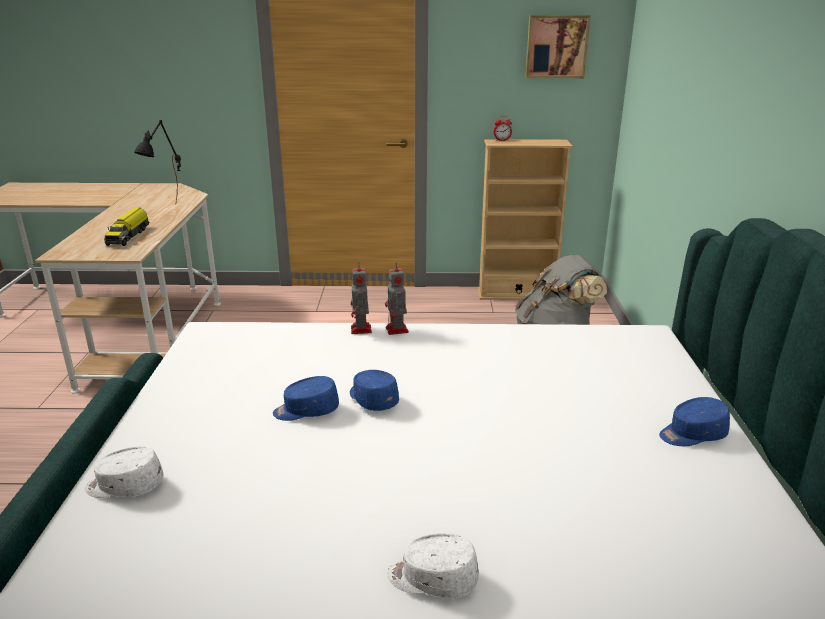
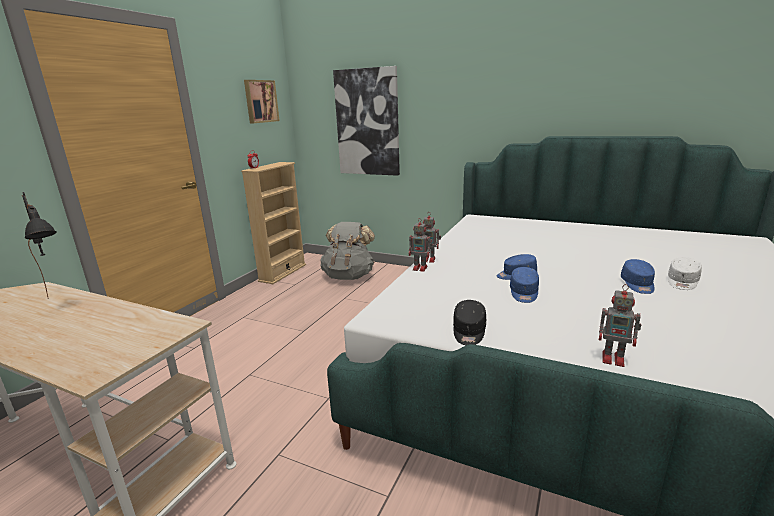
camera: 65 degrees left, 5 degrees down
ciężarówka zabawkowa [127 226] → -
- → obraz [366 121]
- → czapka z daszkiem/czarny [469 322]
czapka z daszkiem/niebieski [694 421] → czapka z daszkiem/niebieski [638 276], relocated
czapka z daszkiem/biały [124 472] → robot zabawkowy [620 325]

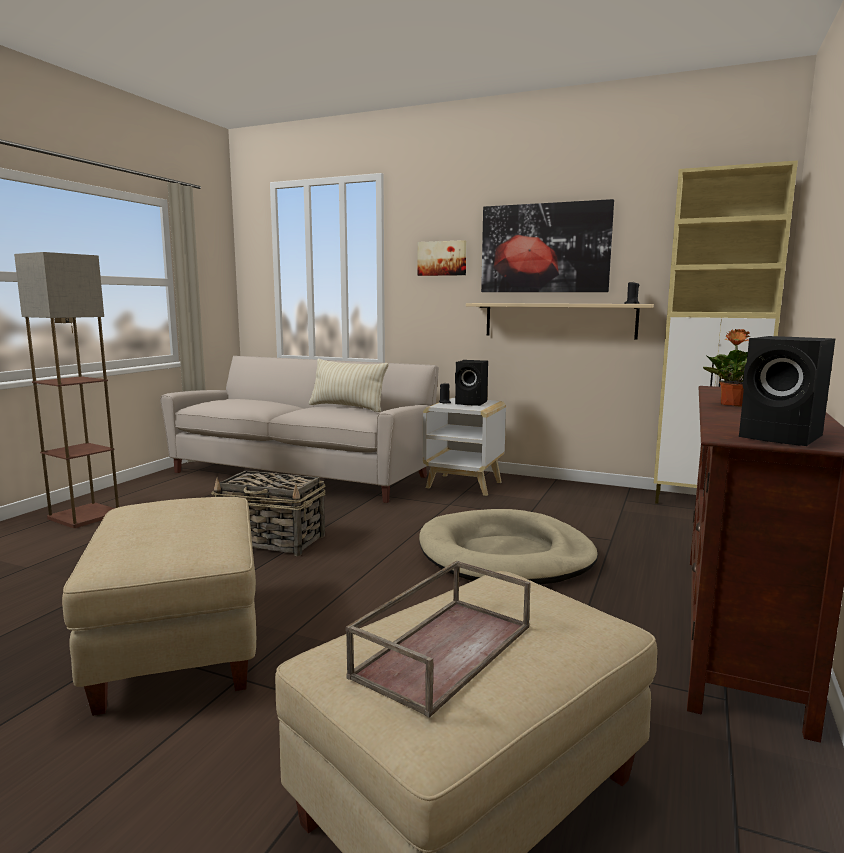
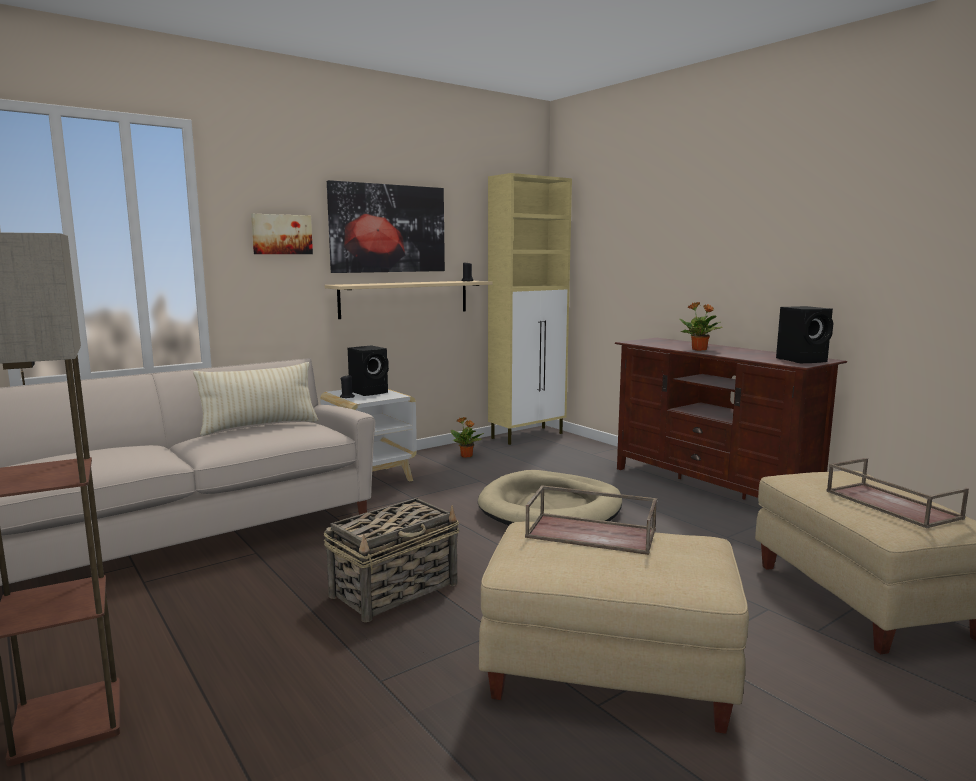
camera: 60 degrees left, 0 degrees up
- → roślina doniczkowa [467 437]
- → taca/brązowy [591 520]

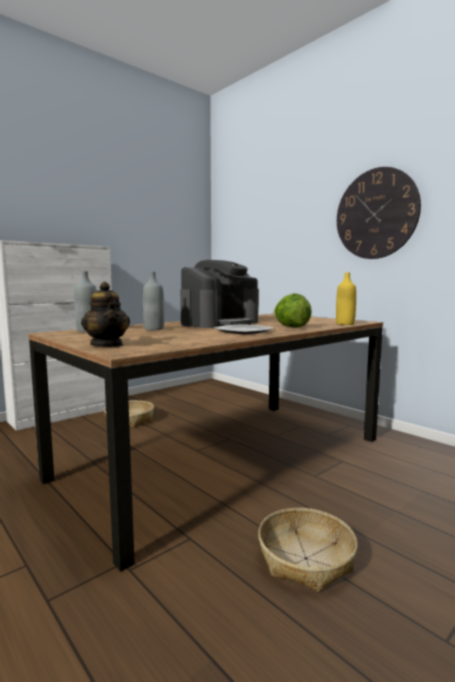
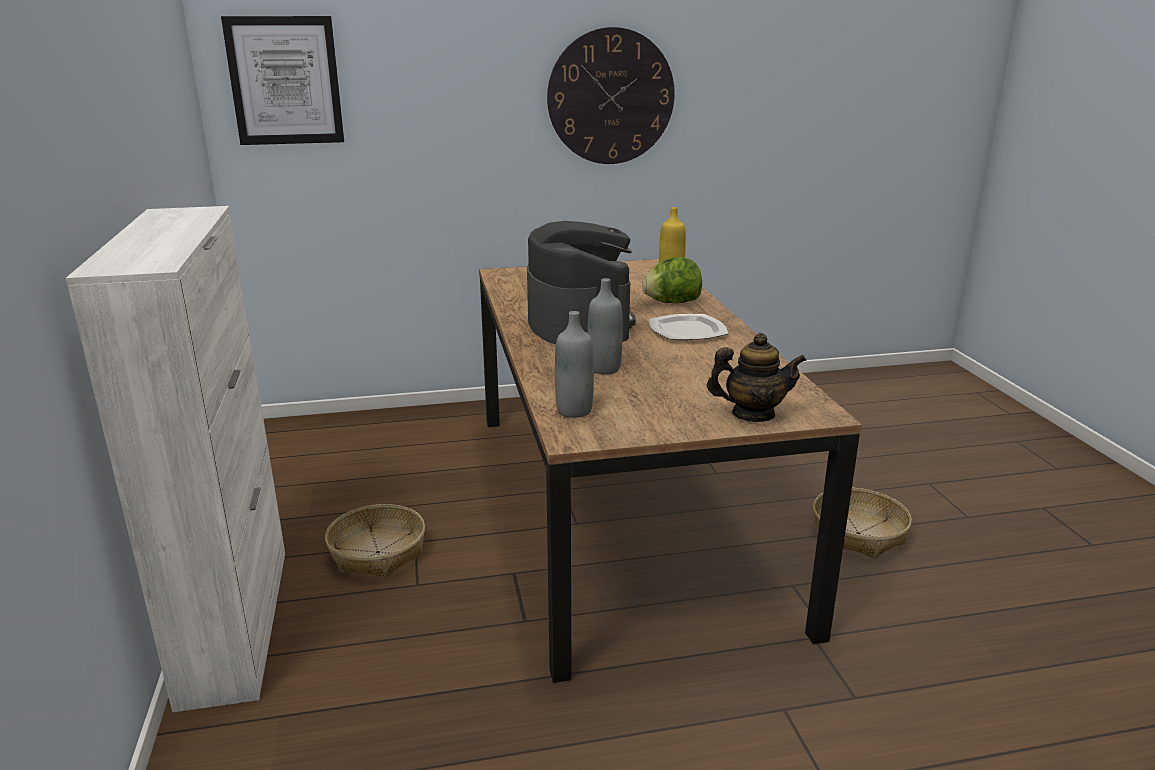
camera: 60 degrees left, 15 degrees up
- → obraz [282 80]

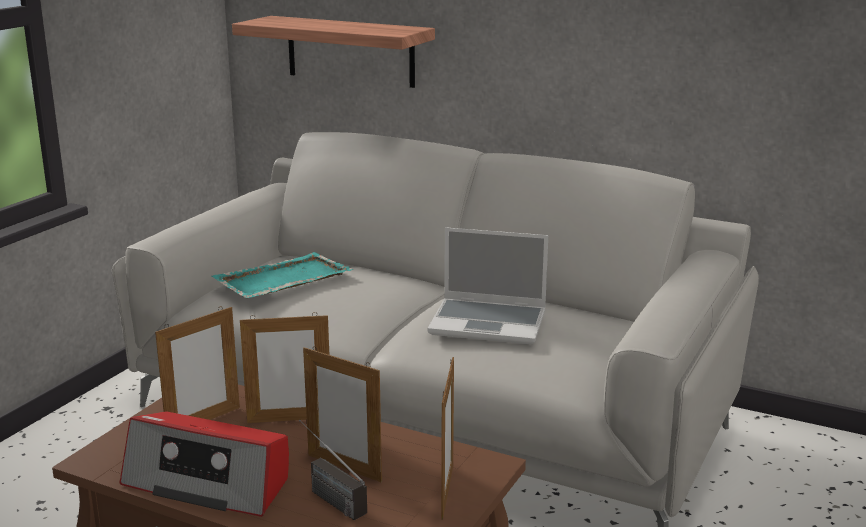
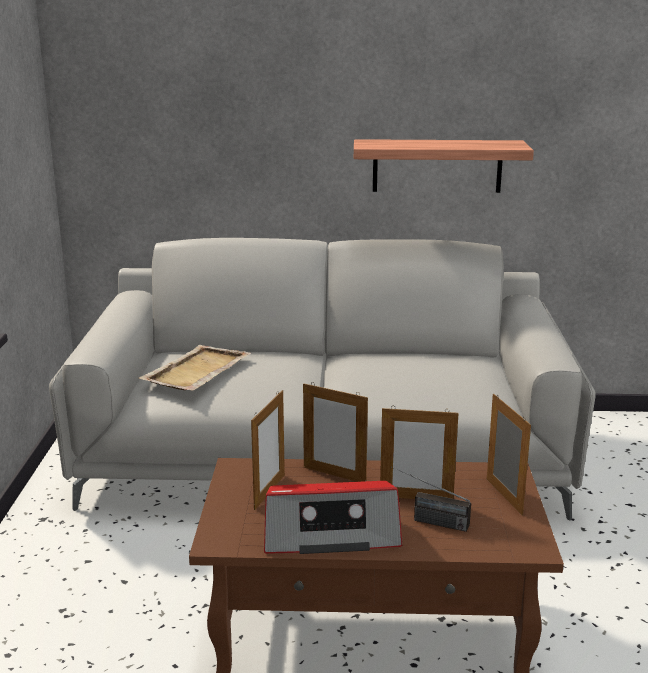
camera: 25 degrees left, 0 degrees up
laptop [488 285] → -
półka [333 52] → półka [444 166], relocated
taca/turkusowy [282 275] → taca/beżowy [194 368]
ramka na zdjęcie [284 367] → ramka na zdjęcie [335 432], 60 degrees clockwise

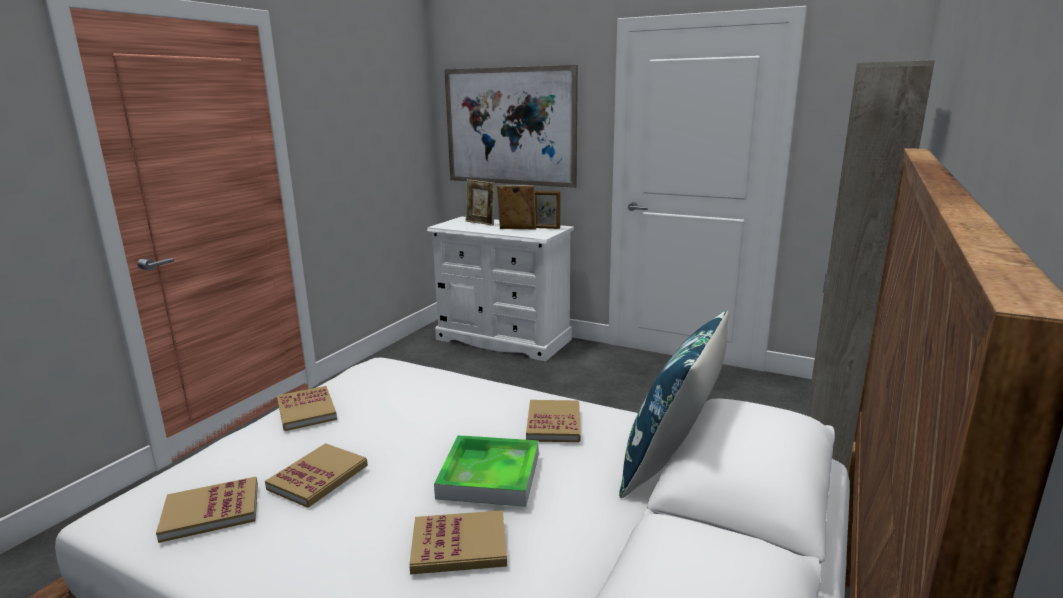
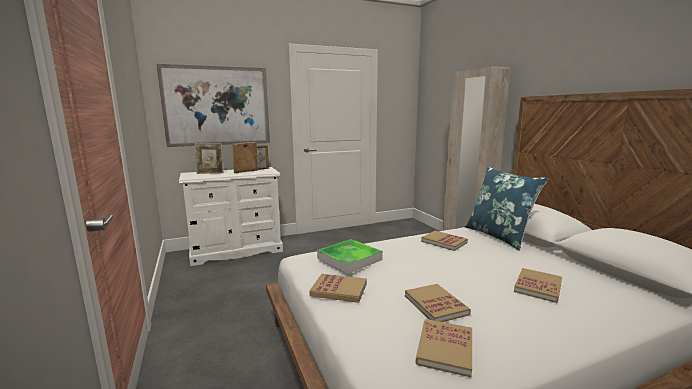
camera: 50 degrees left, 5 degrees down
taca [486 471] → taca [350 256], relocated

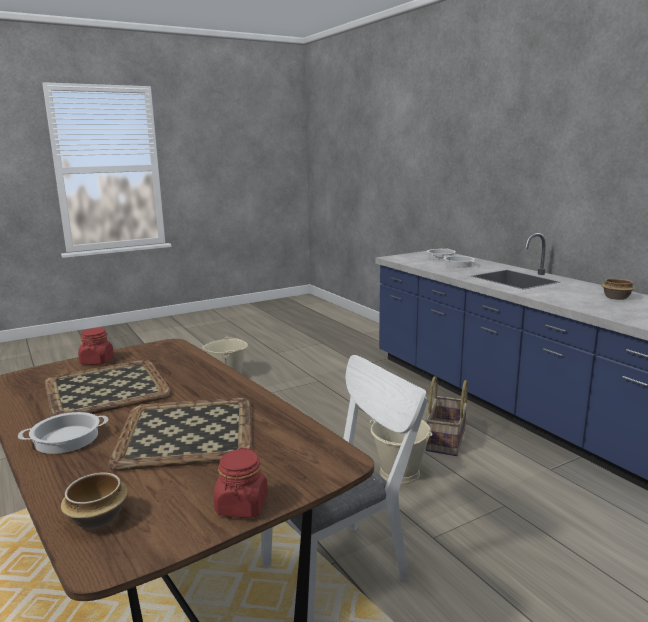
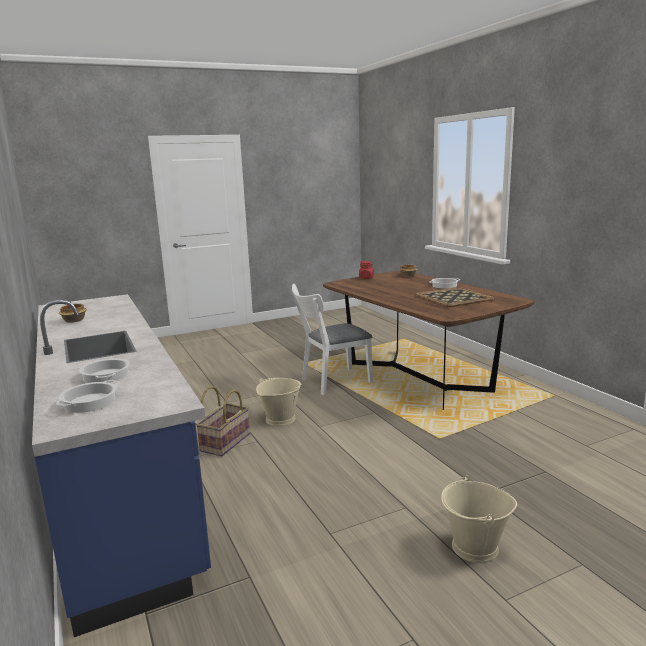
camera: 175 degrees left, 0 degrees up
słoik/czerwony [96 346] → -
taca [180 434] → -

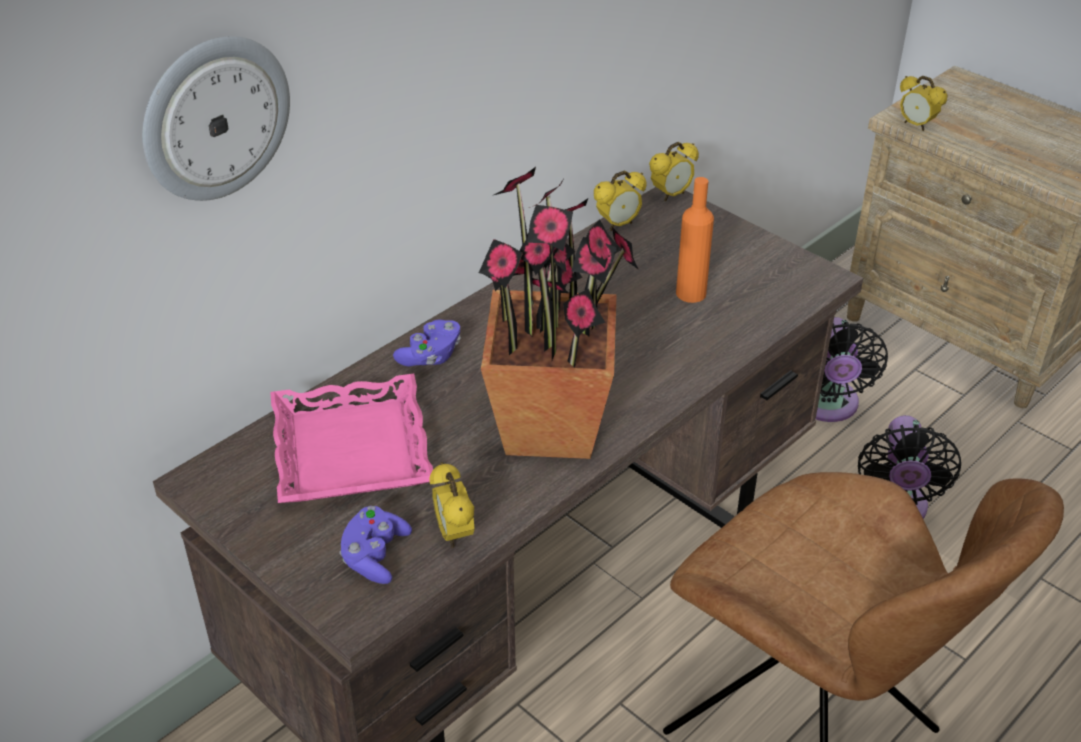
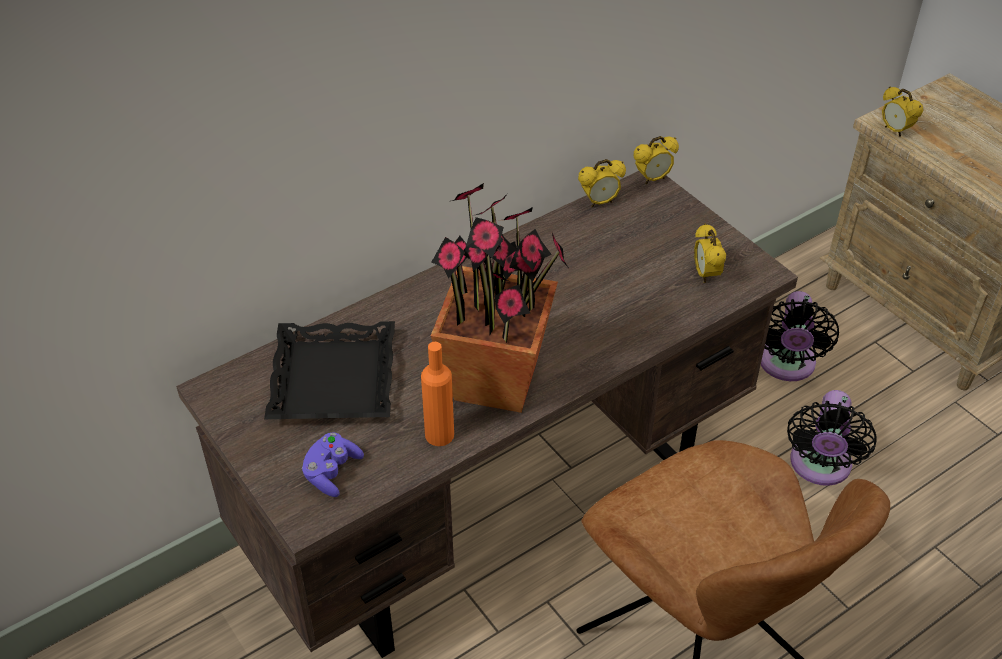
camera: 10 degrees right, 5 degrees up
zegar ścienny [216 118] → -
pad do gier/fioletowy [427 343] → -
budzik [452 505] → budzik [710 253], relocated
butelka/pomarańczowy [695 240] → butelka/pomarańczowy [437 394], relocated
taca/różowy [351 438] → taca/czarny [329 370]

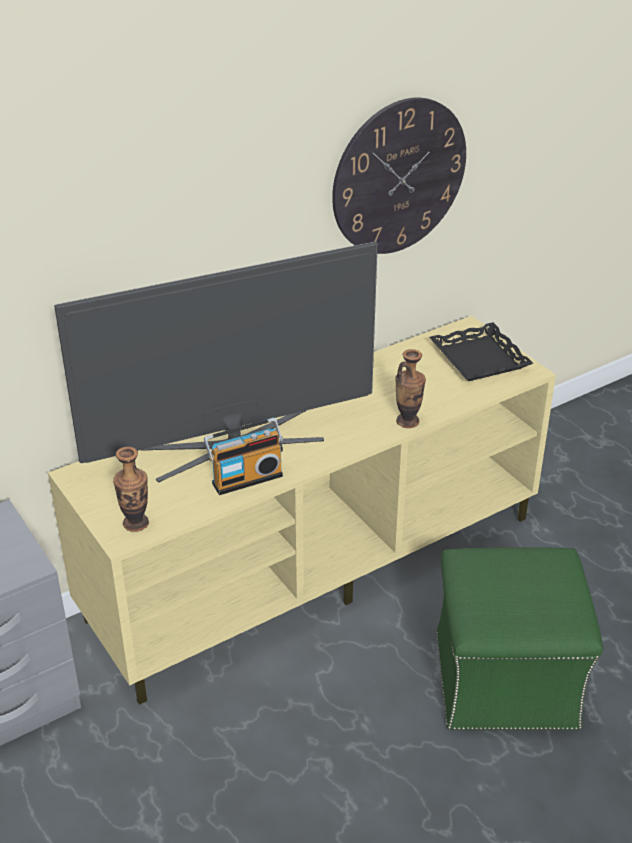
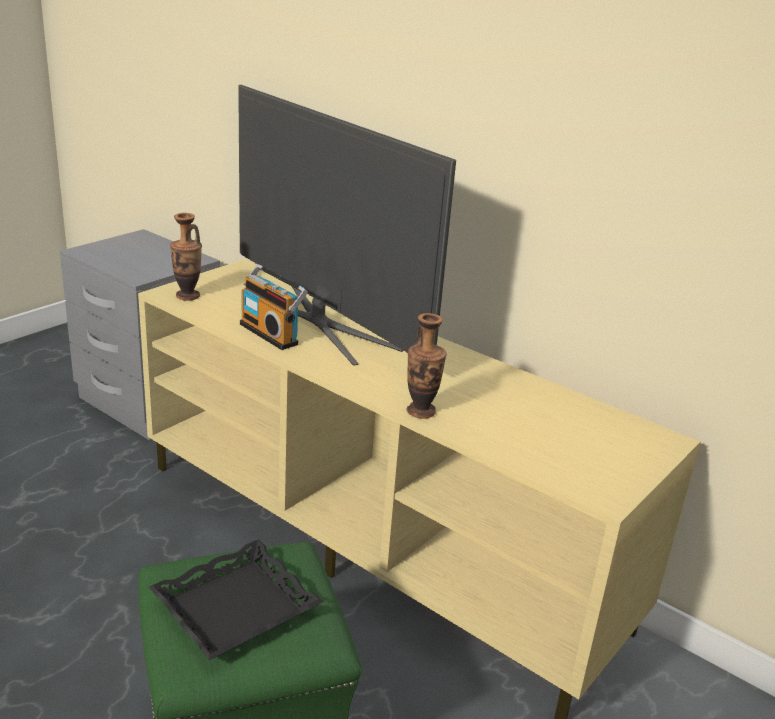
camera: 70 degrees right, 10 degrees down
zegar ścienny [399 175] → -
taca/czarny [481 351] → taca/czarny [236 599], relocated

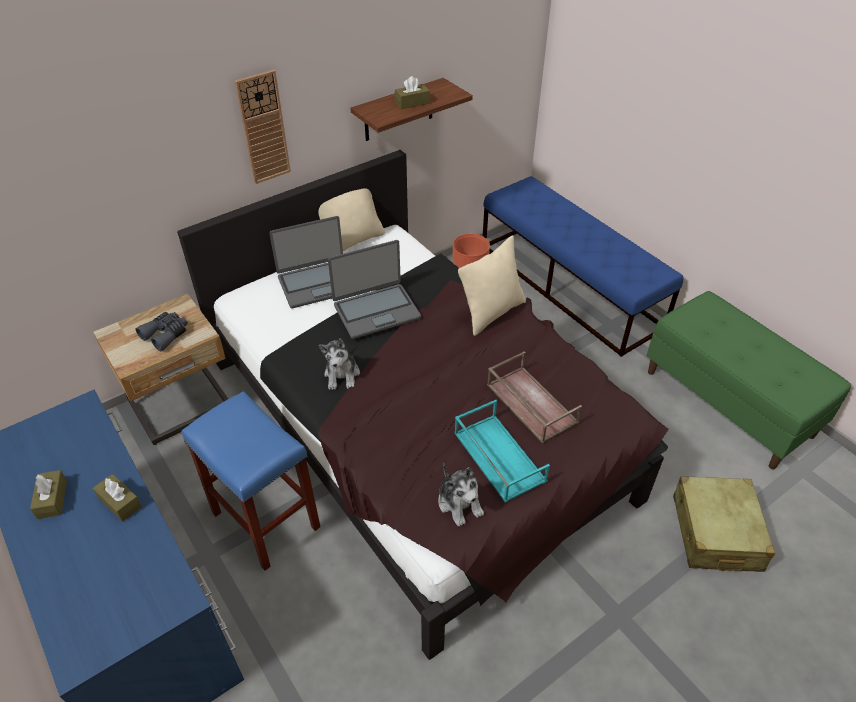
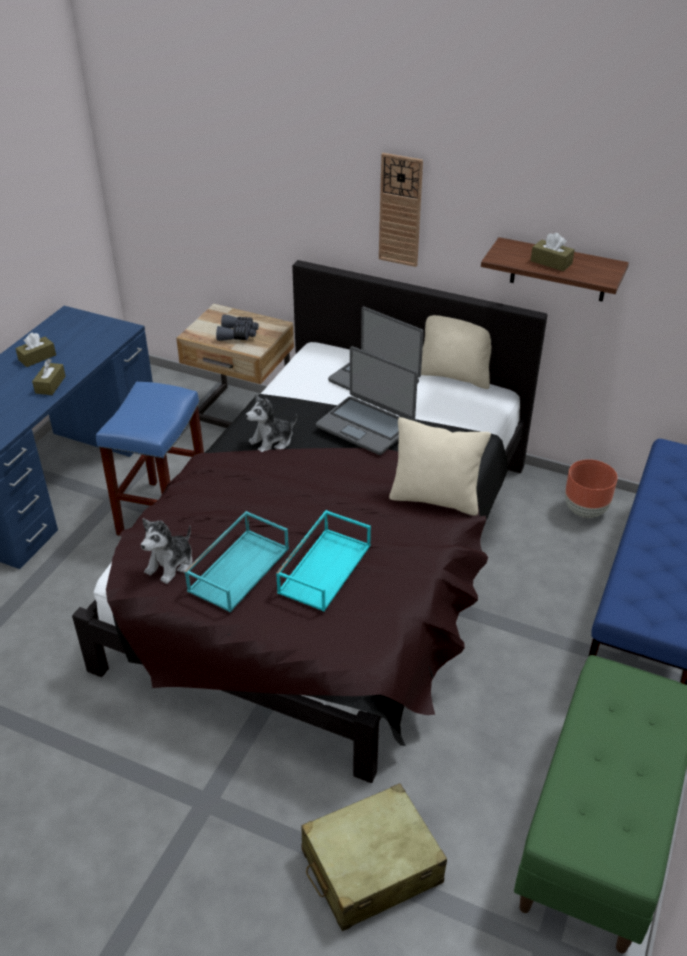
camera: 60 degrees right, 5 degrees down
taca/brązowy [534 397] → taca/turkusowy [323 561]

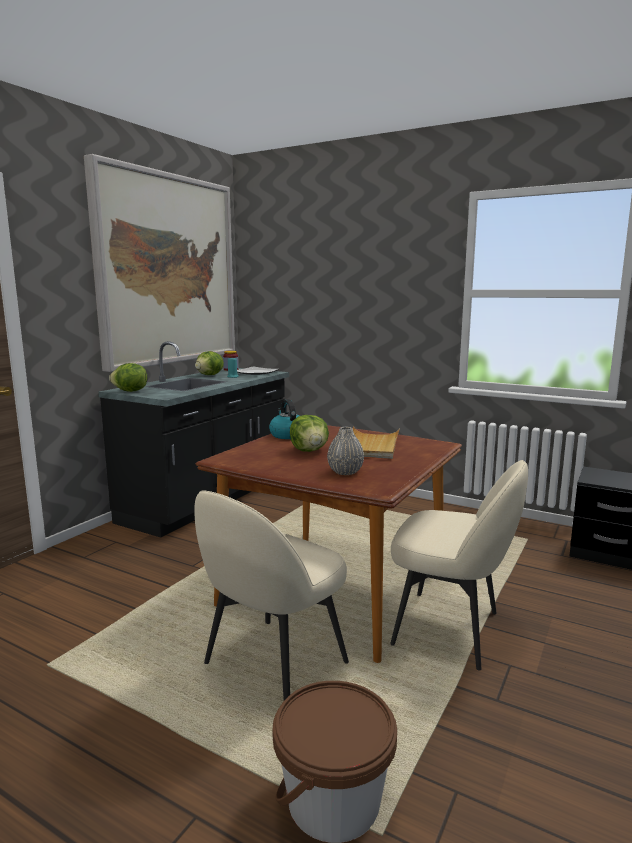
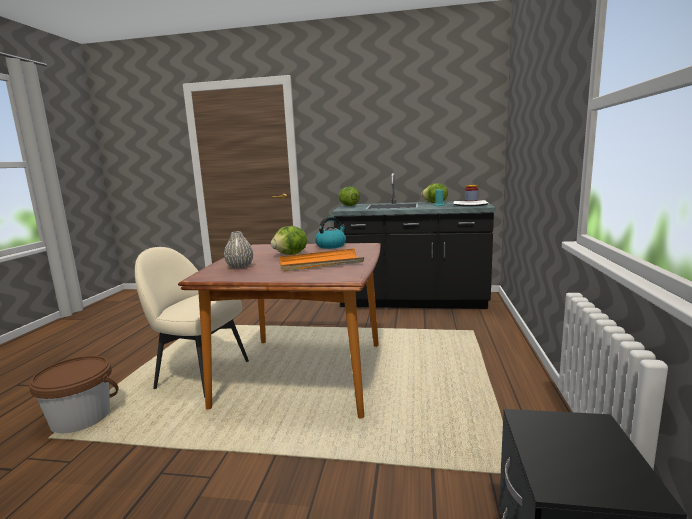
camera: 70 degrees right, 0 degrees up
obraz [159 263] → -
krzesło/beżowy [459 565] → -
taca/beżowy [376 442] → taca/pomarańczowy [321 260]

